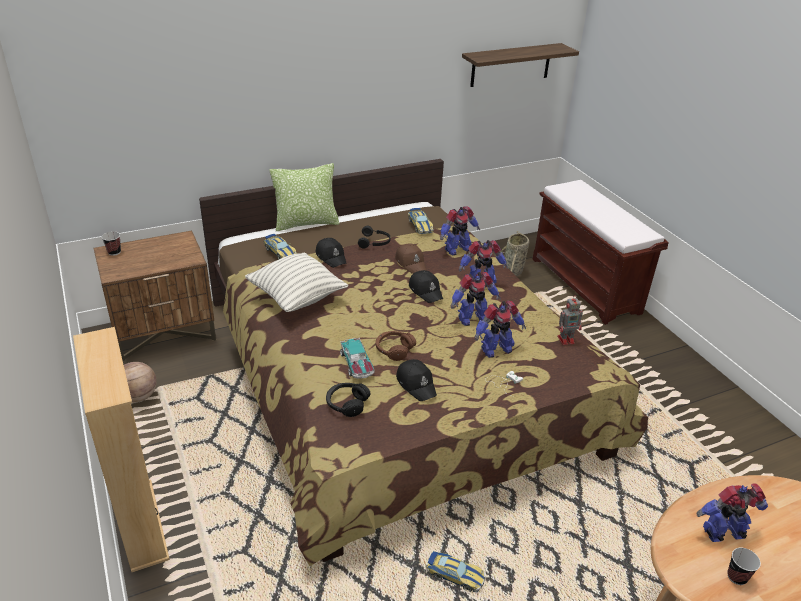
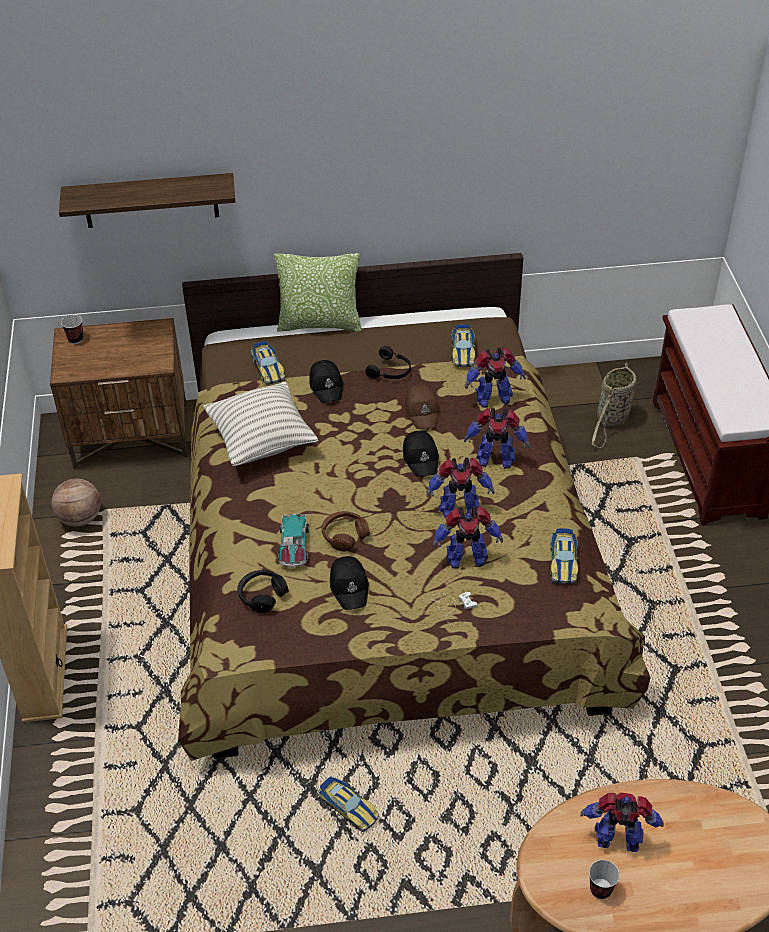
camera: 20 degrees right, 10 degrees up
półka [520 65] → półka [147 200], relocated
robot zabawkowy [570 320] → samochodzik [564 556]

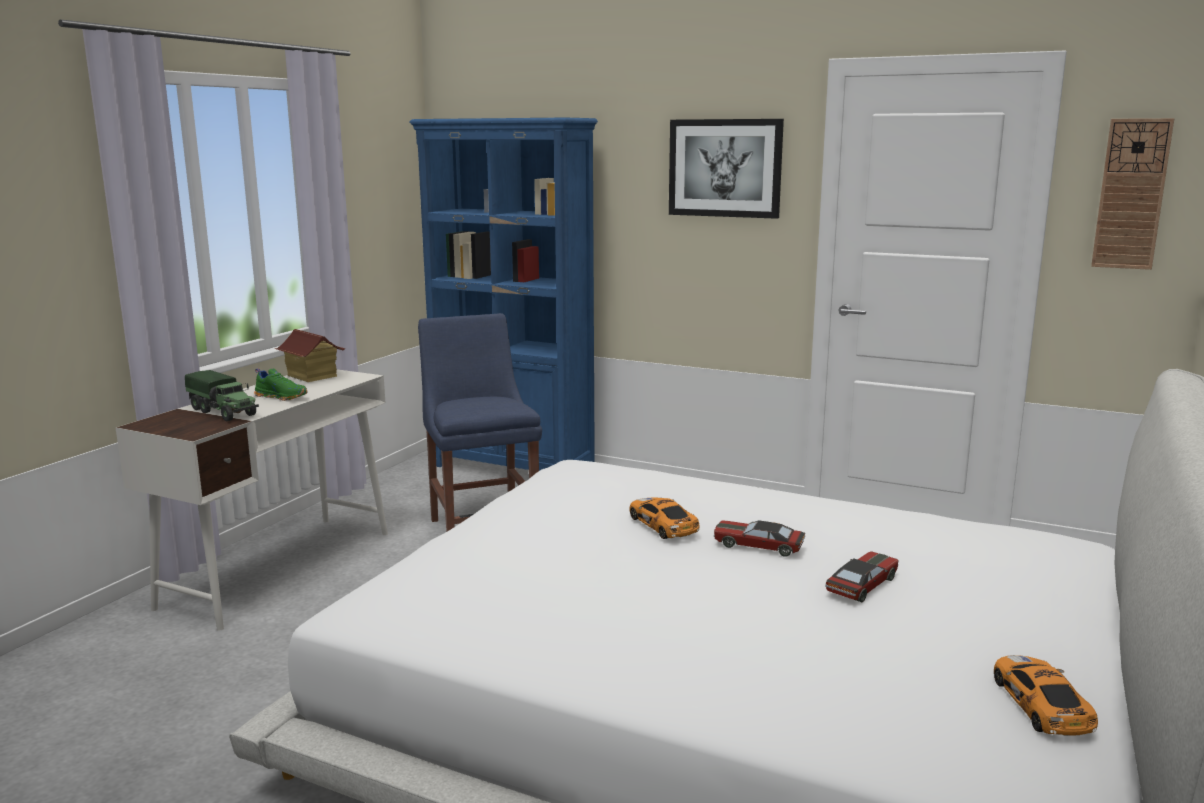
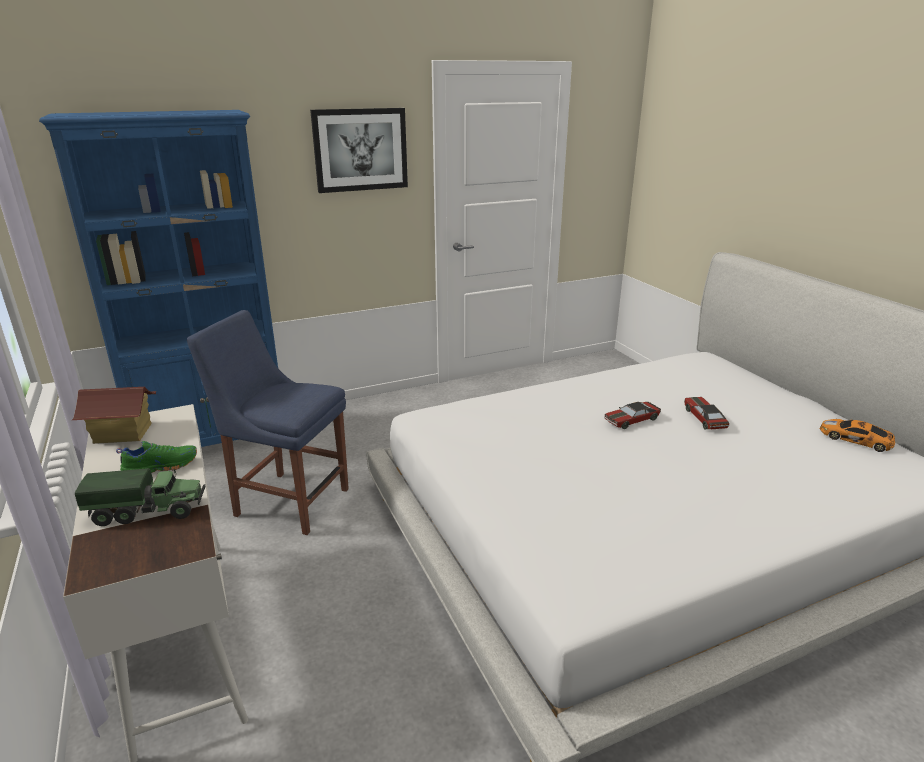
camera: 50 degrees left, 10 degrees up
samochodzik [664 518] → -
zegar ścienny [1132 194] → -

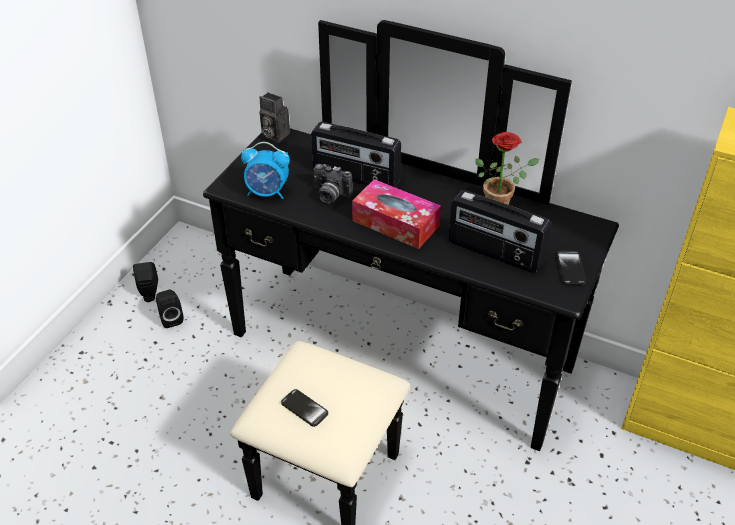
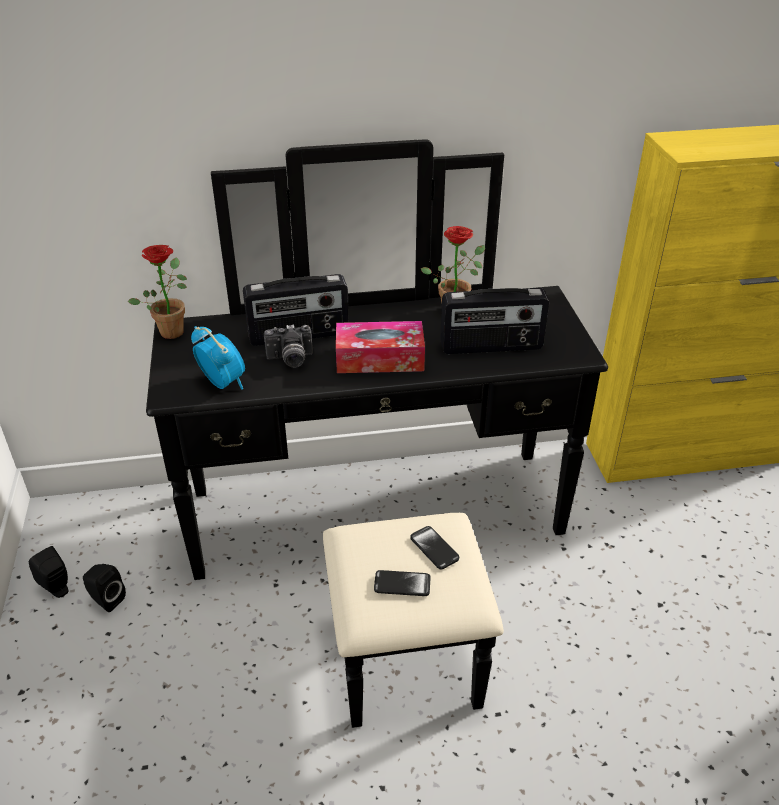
camera: 35 degrees left, 5 degrees down
telefon [571 268] → telefon [434 547], relocated
aparat fotograficzny [274 117] → roślina doniczkowa [157 292]
budzik [265 170] → budzik [218 358], 105 degrees counterclockwise

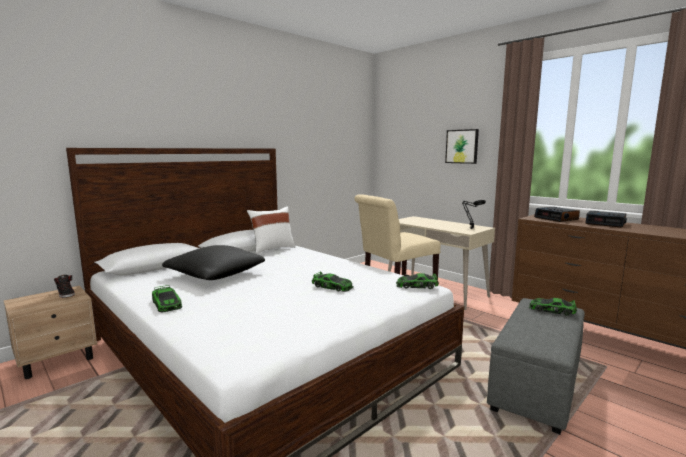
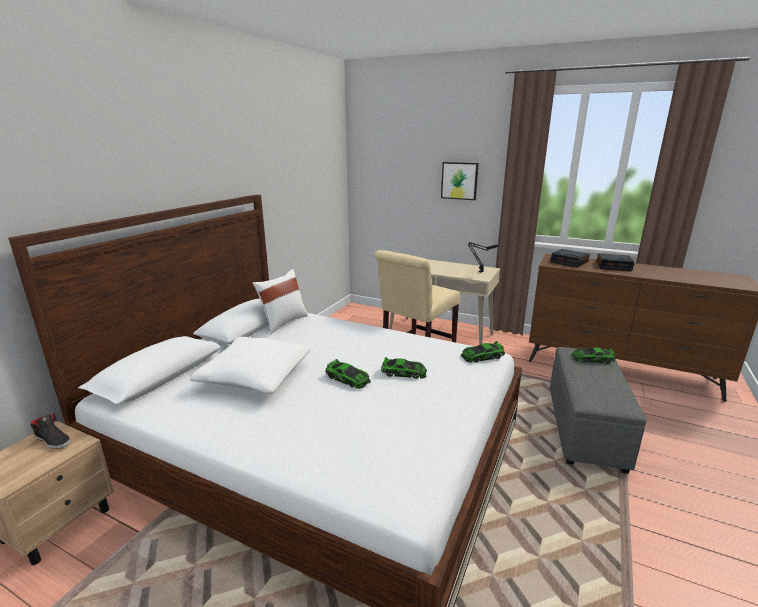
camera: 20 degrees left, 10 degrees up
samochodzik [167 298] → samochodzik [348 374], relocated
poduszka/czarny [213 262] → poduszka/biały [250 365]

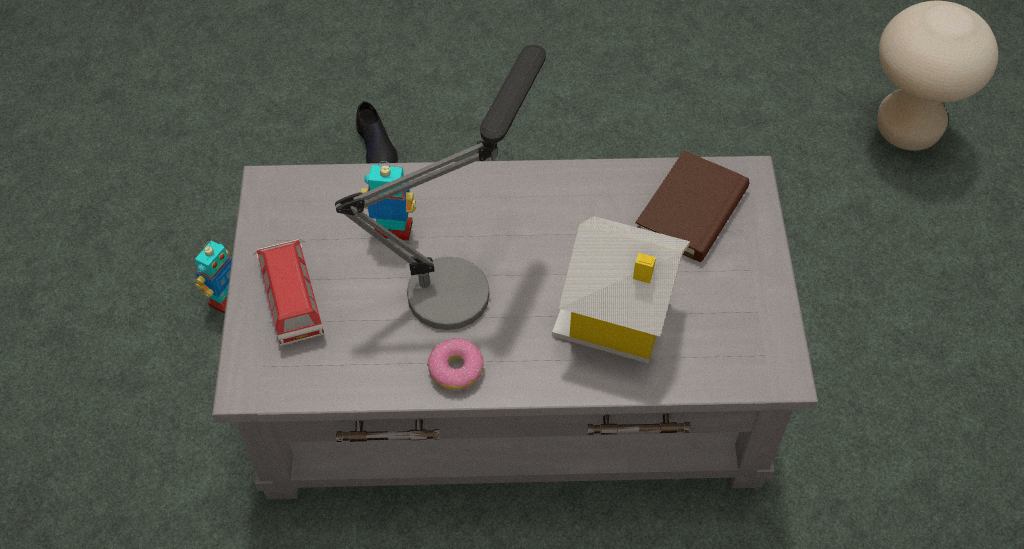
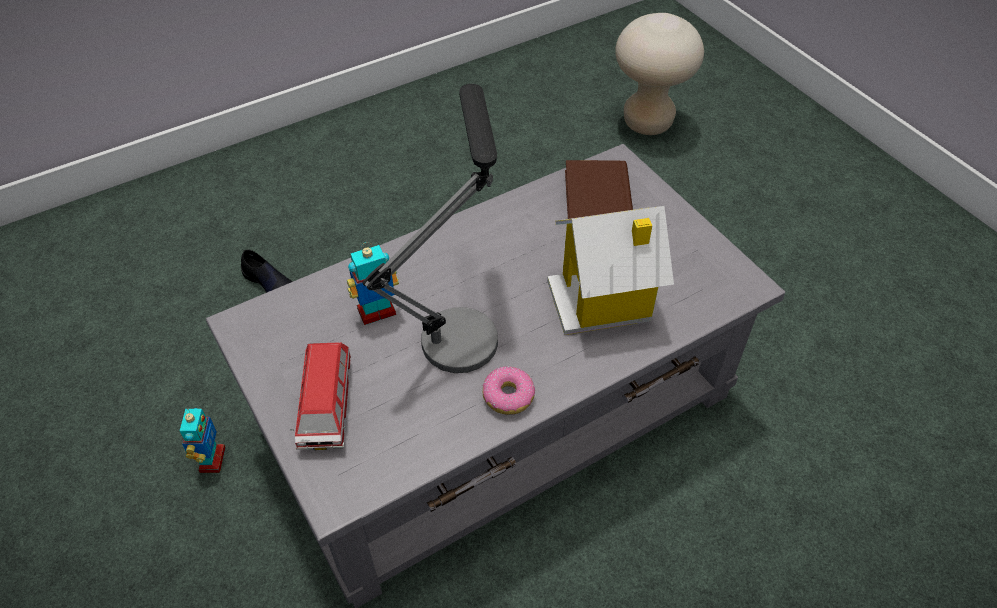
camera: 30 degrees left, 5 degrees down
samochodzik [289 292] → samochodzik [320 396], 135 degrees counterclockwise

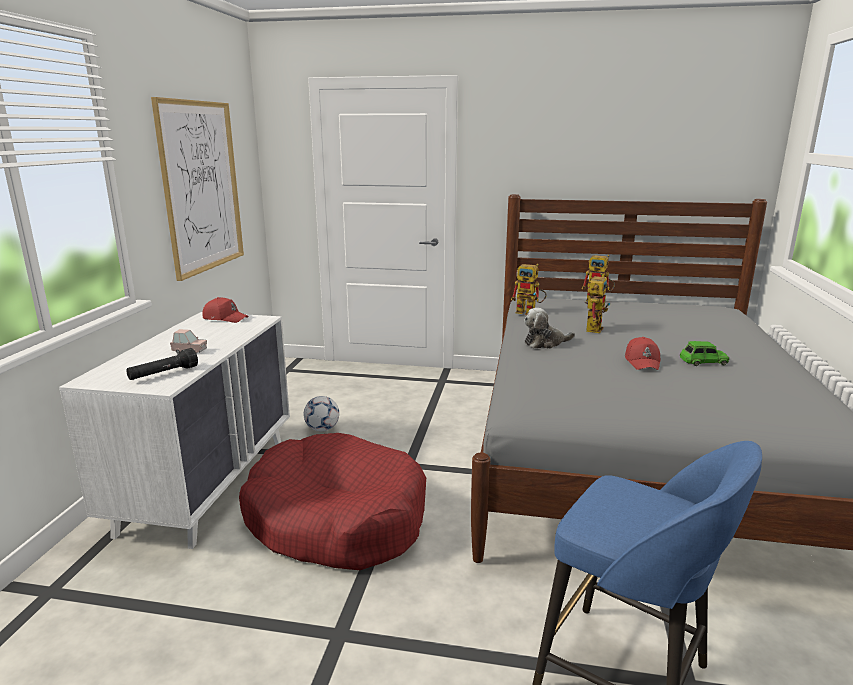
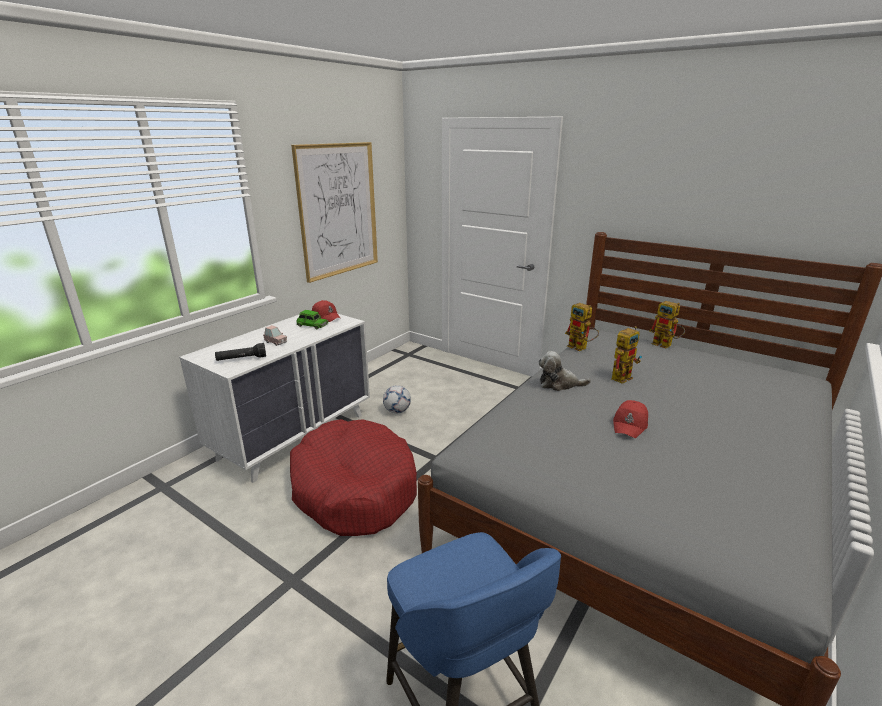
camera: 25 degrees right, 5 degrees up
samochodzik/zielony [705 353] → samochodzik/zielony [312 319], relocated

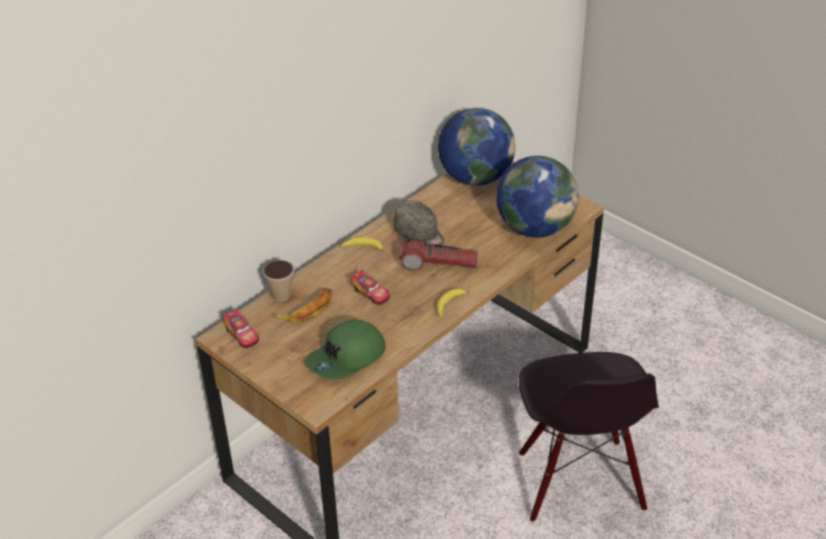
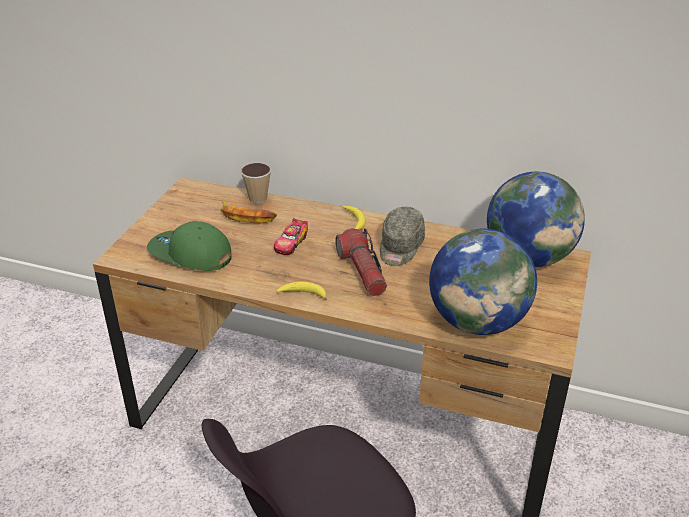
camera: 65 degrees right, 5 degrees down
samochodzik [241 328] → -

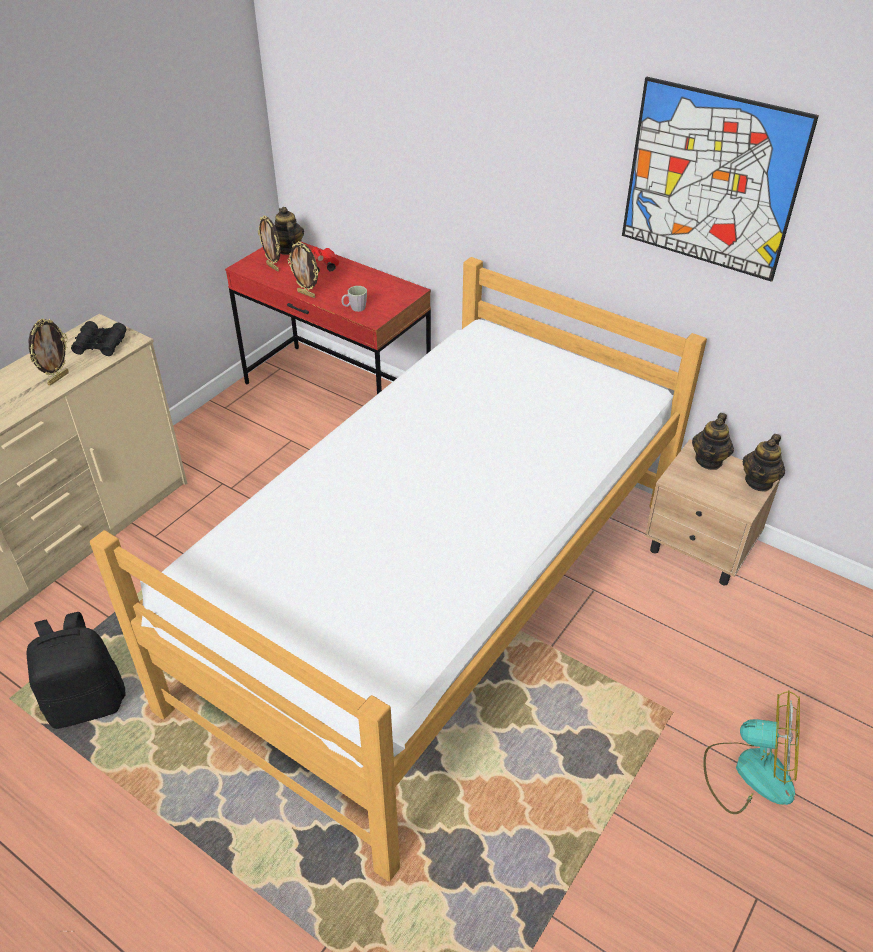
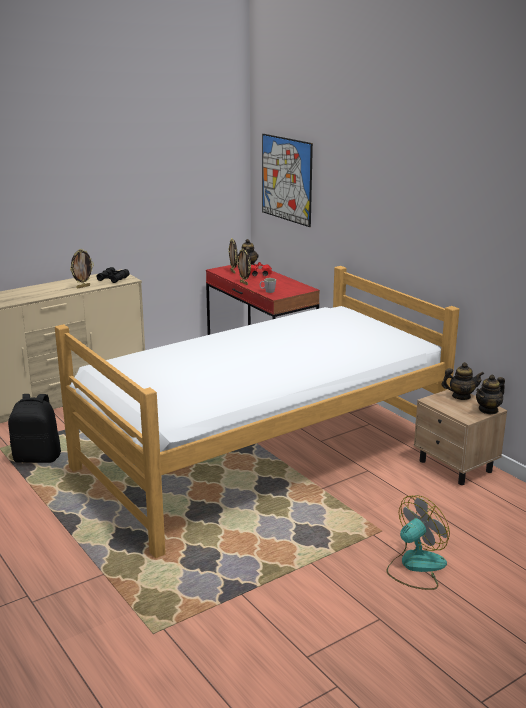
camera: 20 degrees right, 20 degrees down
obraz [720 179] → obraz [287 180], relocated
imbryk [713 441] → imbryk [463 381], 135 degrees counterclockwise
wentylator [751 752] → wentylator [418 542], 75 degrees counterclockwise

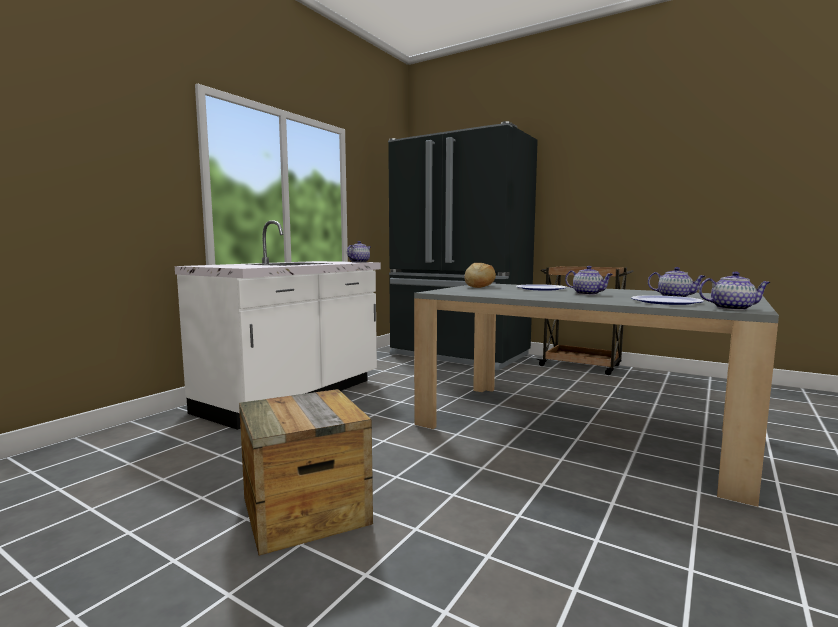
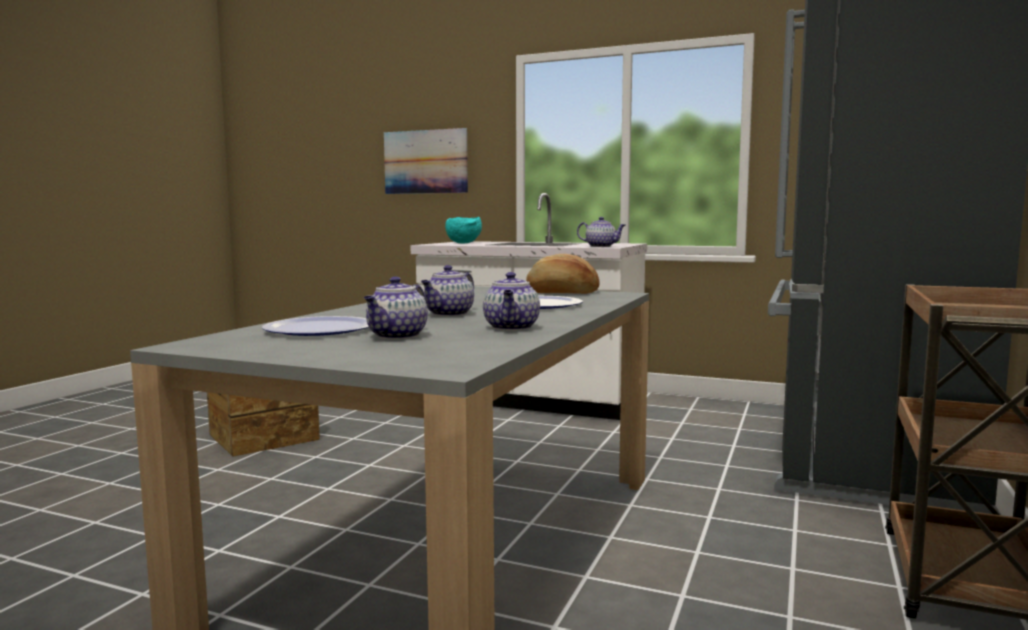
camera: 80 degrees right, 0 degrees up
- → obraz [426 161]
- → miska/turkusowy [463 230]
imbryk [735 291] → imbryk [511 301], relocated

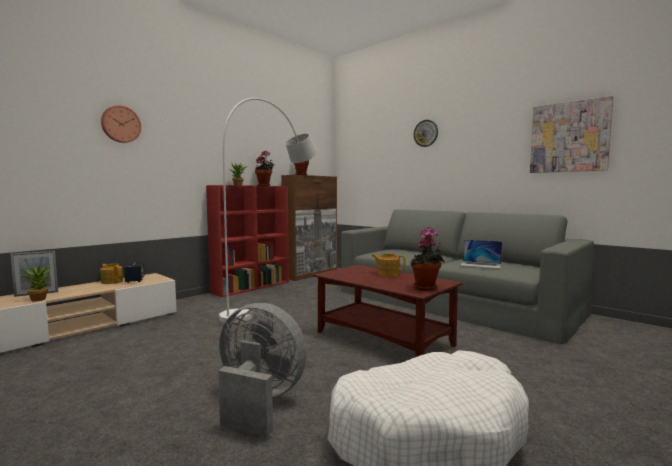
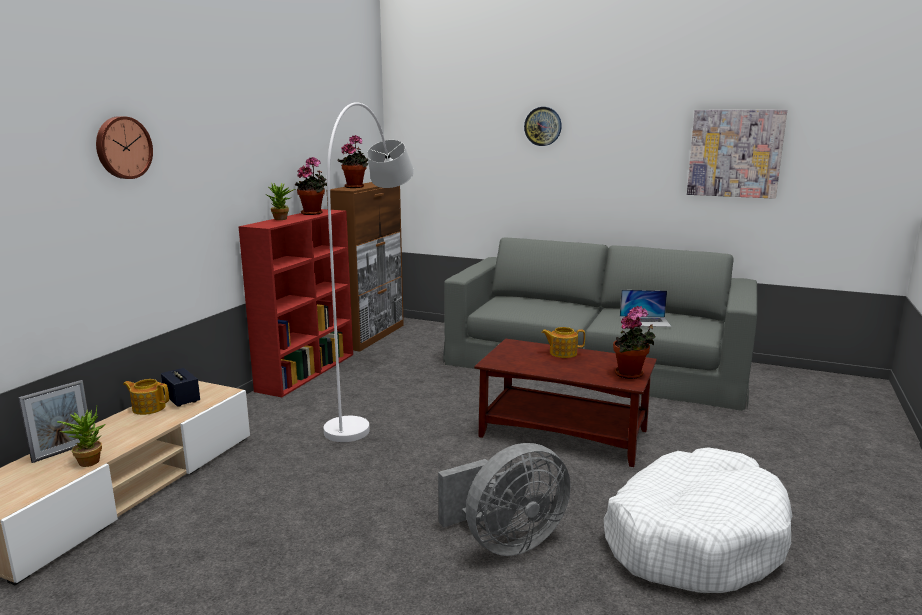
camera: 20 degrees left, 10 degrees up
wentylator/szary [262 370] → wentylator/szary [504 499], 150 degrees clockwise

